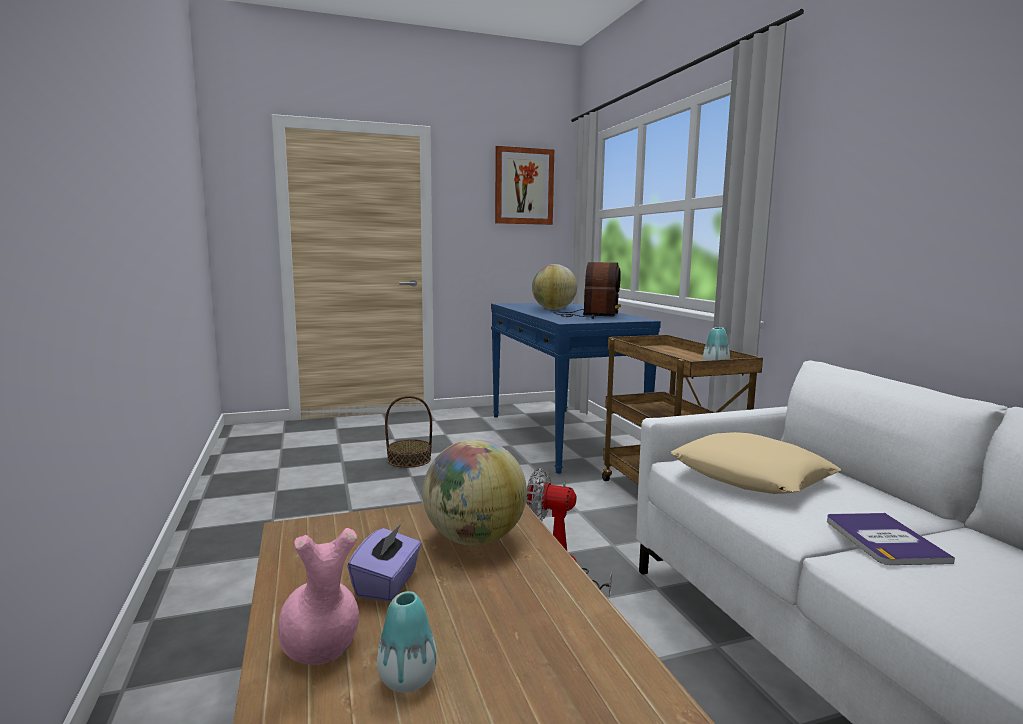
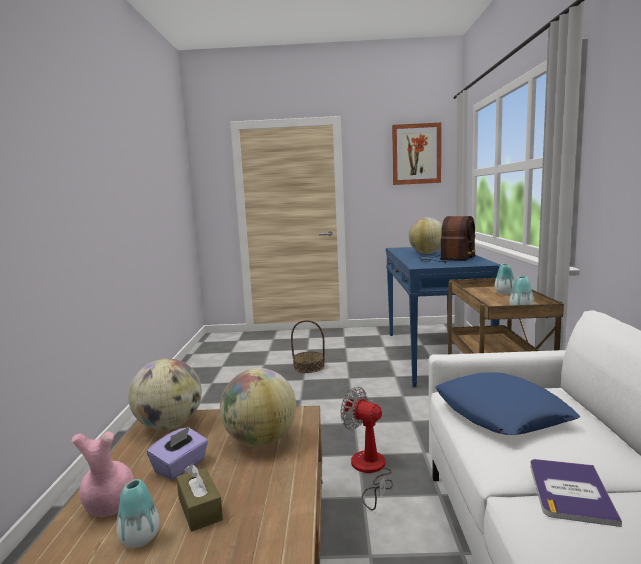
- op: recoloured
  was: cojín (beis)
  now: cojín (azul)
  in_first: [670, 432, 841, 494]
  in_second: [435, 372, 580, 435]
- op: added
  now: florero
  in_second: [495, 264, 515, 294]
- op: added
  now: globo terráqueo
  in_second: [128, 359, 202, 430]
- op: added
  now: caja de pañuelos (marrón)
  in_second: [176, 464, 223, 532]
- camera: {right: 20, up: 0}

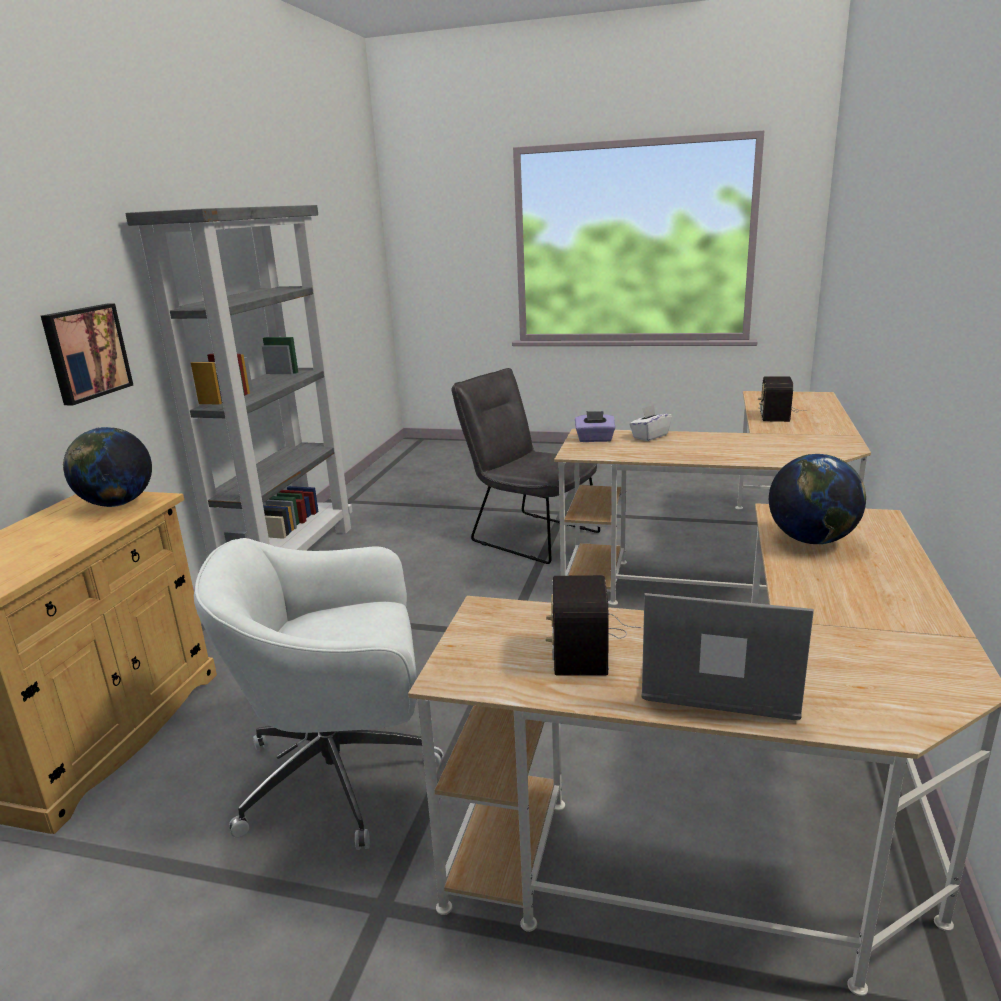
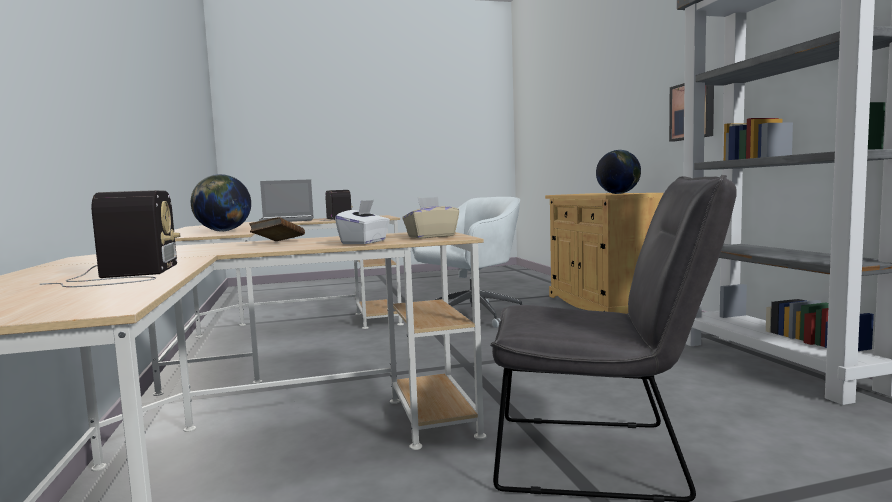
- op: recoloured
  was: caja de pañuelos (morado)
  now: caja de pañuelos (beis)
  in_first: [575, 411, 615, 442]
  in_second: [402, 197, 459, 238]
- op: added
  now: libro (marrón)
  in_second: [249, 217, 305, 241]
- camera: {right: 150, up: -15}

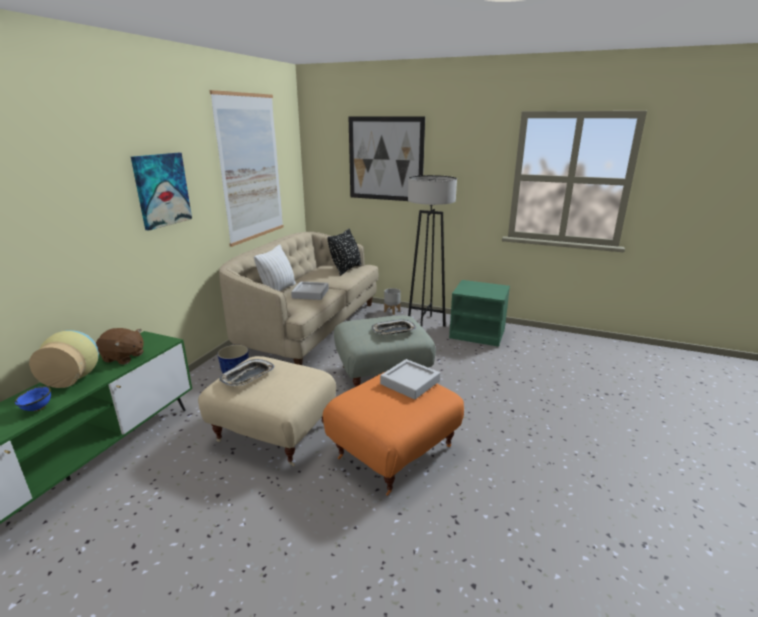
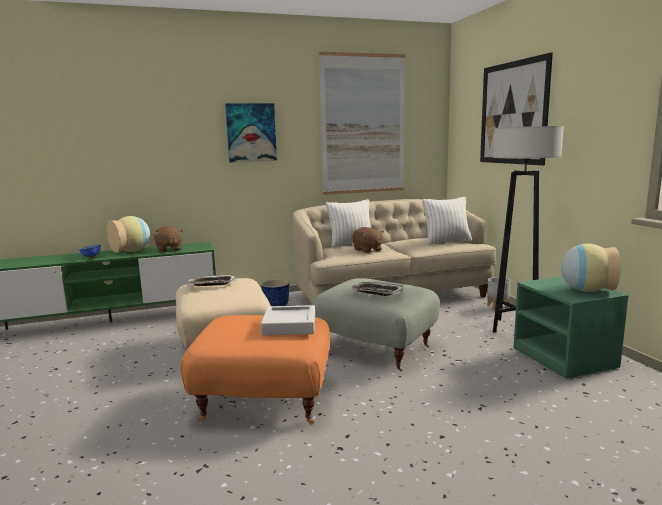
- op: recoloured
  was: cojín (negro)
  now: cojín (blanco)
  in_first: [327, 229, 361, 276]
  in_second: [422, 197, 472, 245]
- op: replaced
  was: bandeja (gris)
  now: peluche (marrón)
  in_first: [291, 282, 329, 300]
  in_second: [352, 227, 384, 253]
- op: added
  now: florero
  in_second: [561, 244, 621, 292]
- camera: {right: 50, up: -10}

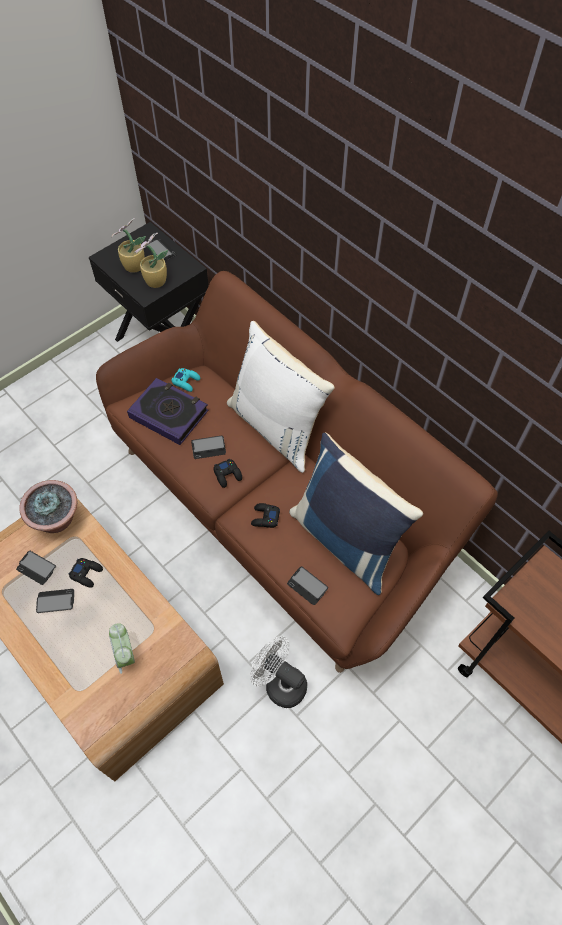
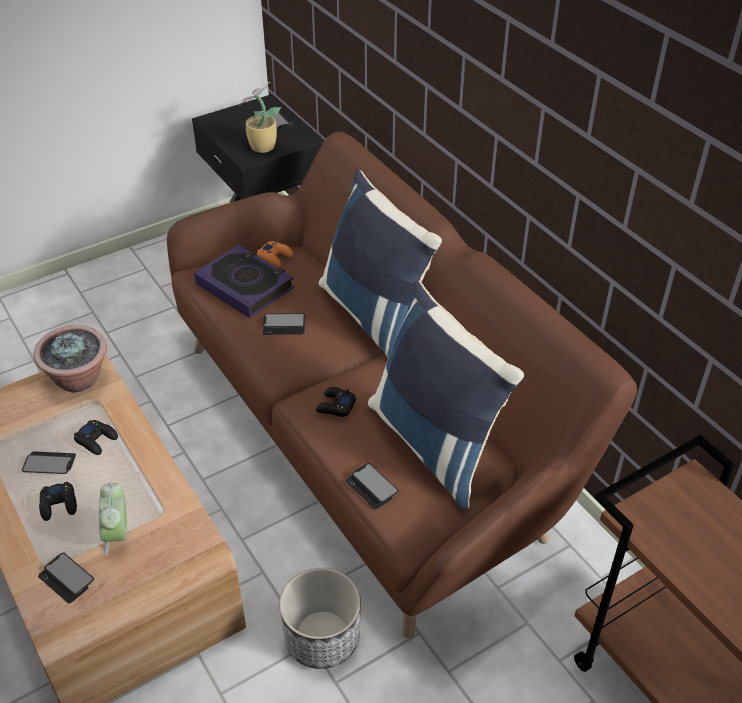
- op: removed
  was: planta en maceta
  in_first: [111, 218, 146, 273]
- op: recoloured
  was: cojín (blanco)
  now: cojín (azul)
  in_first: [227, 321, 335, 473]
  in_second: [318, 170, 442, 358]
- op: recoloured
  was: mando de consola (turquesa)
  now: mando de consola (naranja)
  in_first: [171, 368, 200, 392]
  in_second: [257, 241, 293, 267]
- op: moved
  was: mando de consola (negro)
  in_first: [213, 459, 242, 488]
  in_second: [39, 482, 77, 521]
- op: moved
  was: móvil
  in_first: [16, 551, 56, 585]
  in_second: [38, 552, 94, 603]
- op: replaced
  was: ventilador (blanco)
  now: maceta
  in_first: [250, 636, 307, 708]
  in_second: [279, 568, 361, 669]
- camera: {right: 10, up: -15}

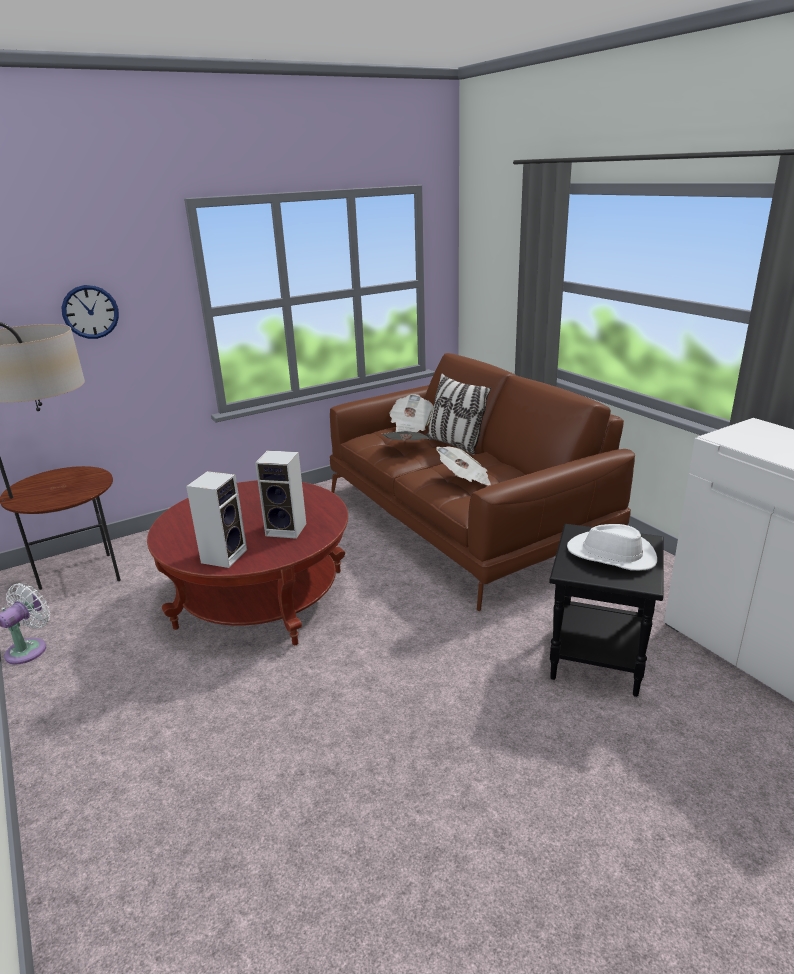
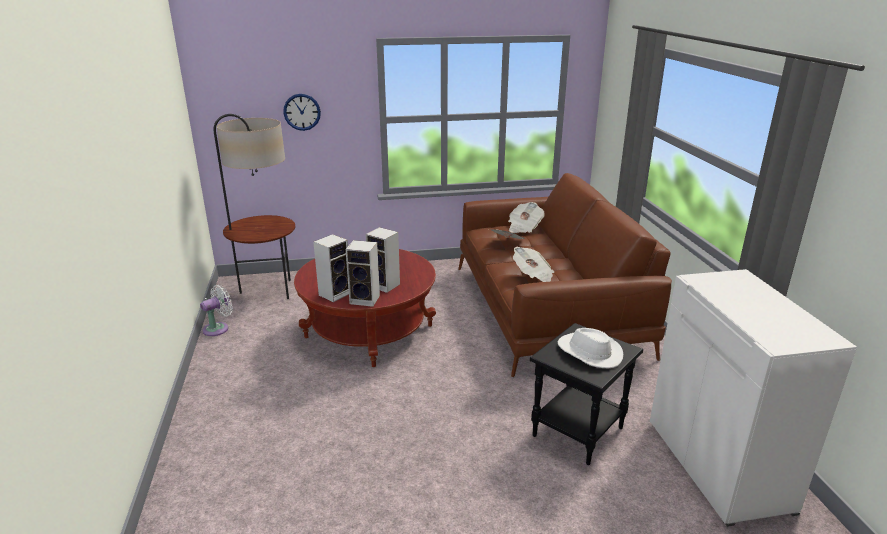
- op: removed
  was: cojín
  in_first: [426, 373, 491, 455]
- op: added
  now: altavoz
  in_second: [346, 240, 380, 307]
- camera: {right: 20, up: 0}

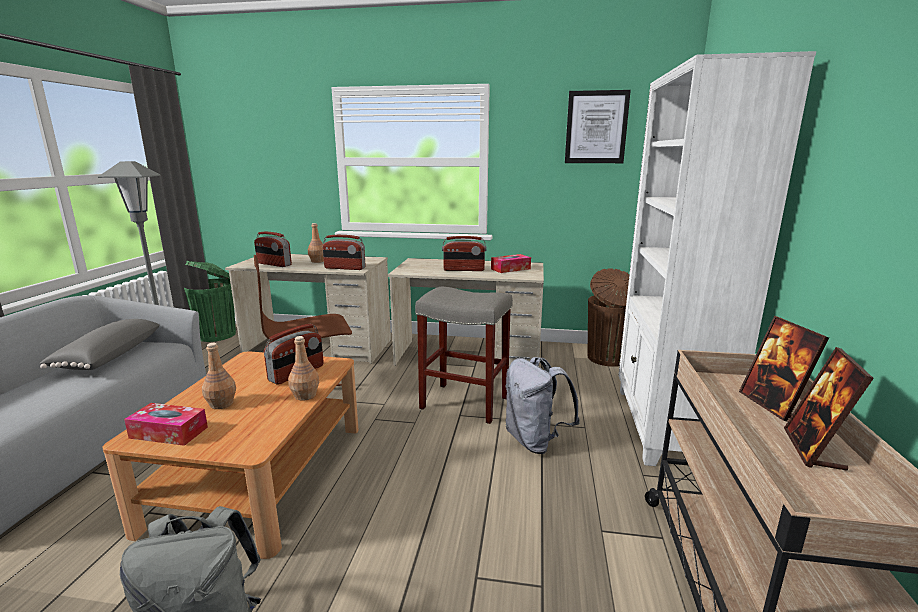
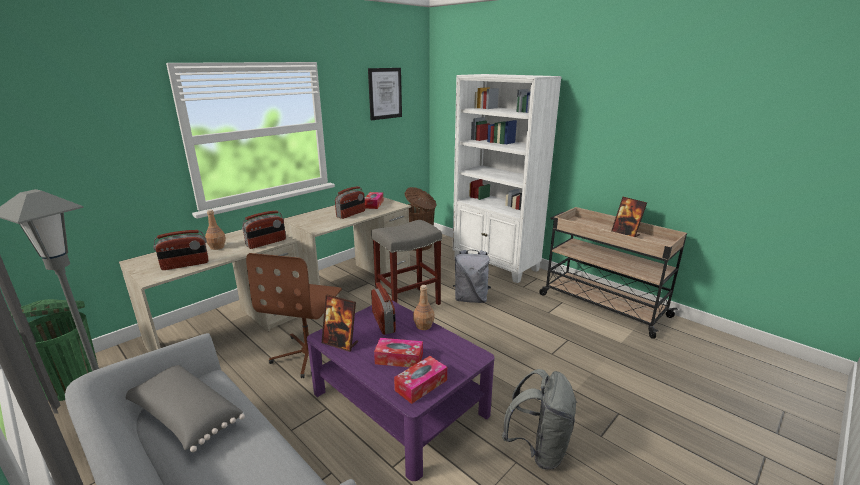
- op: moved
  was: portarretratos
  in_first: [739, 316, 829, 421]
  in_second: [322, 295, 358, 352]
- op: replaced
  was: botella (marrón)
  now: caja de pañuelos
  in_first: [202, 343, 236, 409]
  in_second: [374, 338, 423, 368]
- op: recoloured
  was: mesa de centro (marrón)
  now: mesa de centro (morado)
  in_first: [102, 351, 358, 559]
  in_second: [307, 301, 495, 481]
- camera: {right: -55, up: 5}

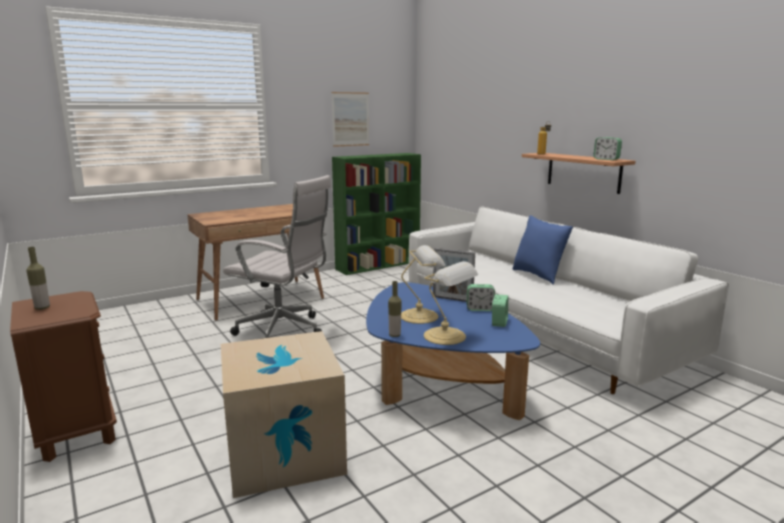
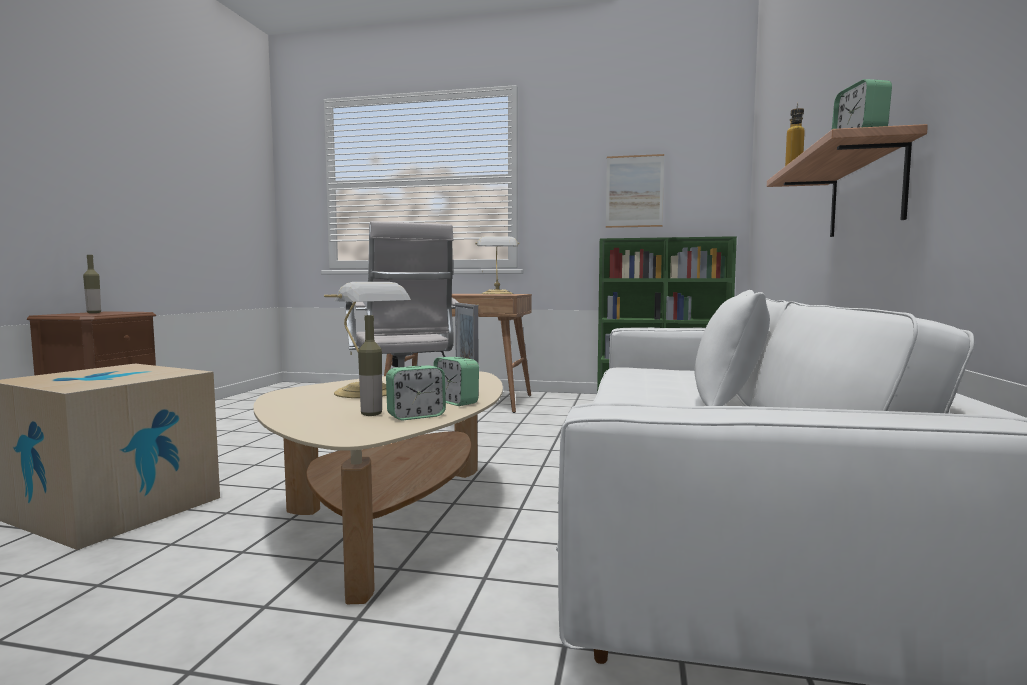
- op: recoloured
  was: cojín (azul)
  now: cojín (blanco)
  in_first: [512, 215, 573, 284]
  in_second: [694, 290, 770, 406]
- op: moved
  was: lámpara de mesa
  in_first: [424, 261, 478, 345]
  in_second: [475, 236, 519, 294]
- op: moved
  was: botella
  in_first: [388, 281, 402, 337]
  in_second: [358, 315, 382, 416]
- op: recoloured
  was: mesa de centro (azul)
  now: mesa de centro (beis)
  in_first: [366, 282, 540, 420]
  in_second: [253, 371, 503, 604]
- camera: {right: 45, up: -10}

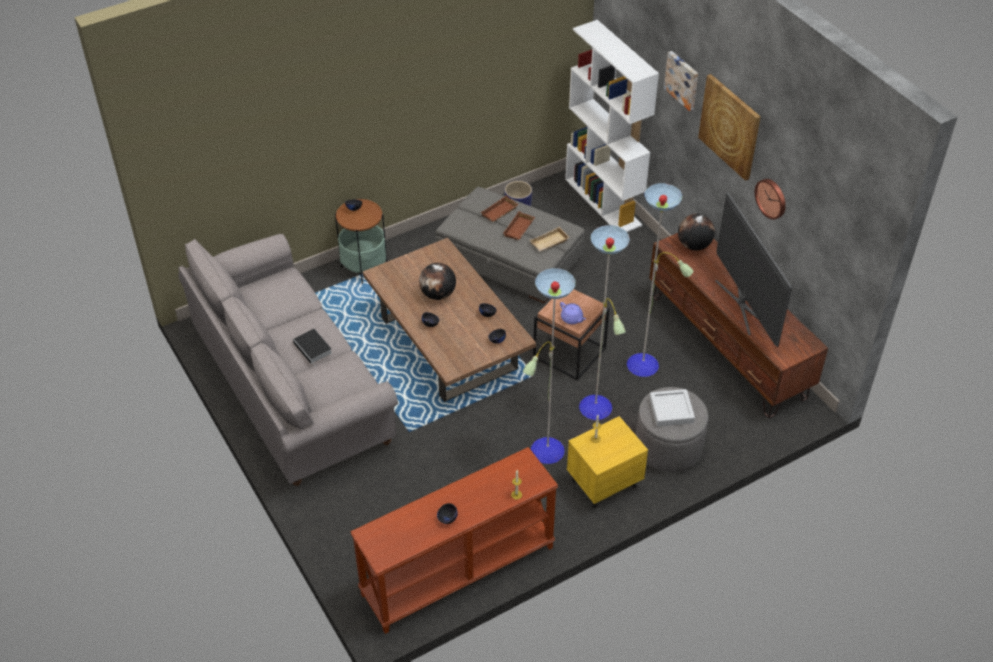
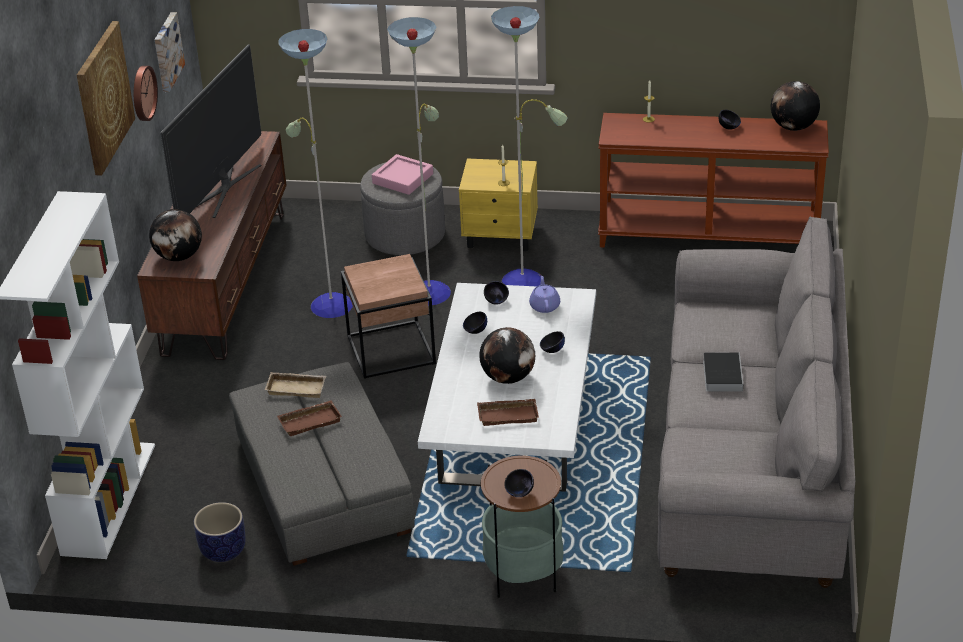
- op: moved
  was: cuadro
  in_first: [664, 51, 698, 111]
  in_second: [155, 12, 185, 92]
- op: moved
  was: bandeja (marrón)
  in_first: [481, 196, 519, 222]
  in_second: [477, 399, 539, 426]
- op: recoloured
  was: mesa de centro (marrón)
  now: mesa de centro (blanco)
  in_first: [363, 238, 536, 402]
  in_second: [418, 283, 596, 492]
- op: moved
  was: tetera (morado)
  in_first: [560, 302, 586, 324]
  in_second: [529, 276, 560, 313]
- op: recoloured
  was: bandeja (gris)
  now: bandeja (rosa)
  in_first: [649, 389, 695, 427]
  in_second: [372, 154, 433, 195]
- op: added
  now: globo terráqueo
  in_second: [771, 81, 820, 131]
- camera: {right: -140, up: -10}

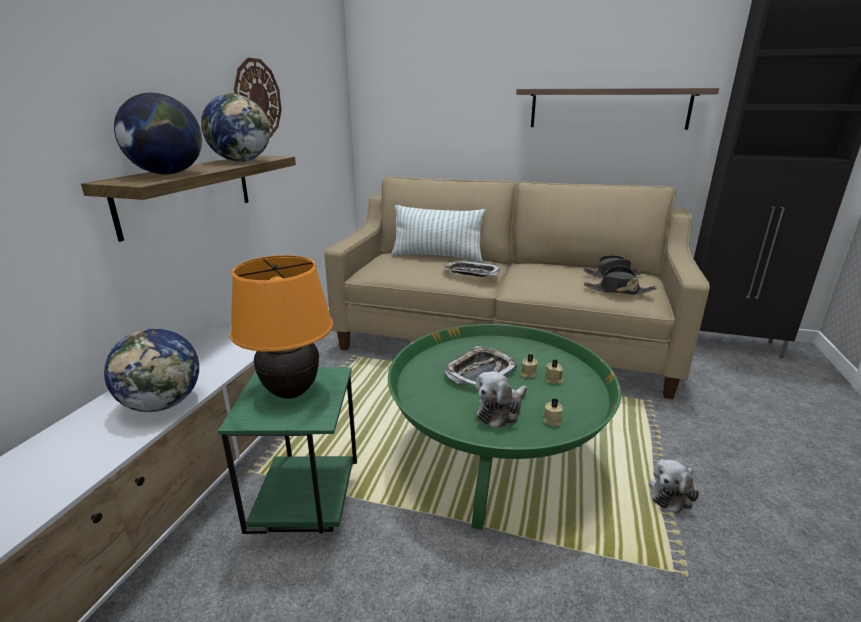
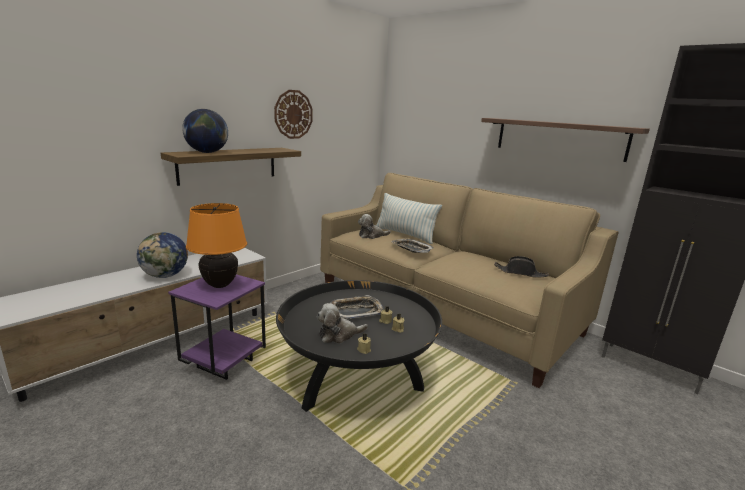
- op: removed
  was: globo terráqueo
  in_first: [201, 94, 270, 162]
- op: removed
  was: sombrero (negro)
  in_first: [584, 265, 656, 295]
- op: recoloured
  was: mesa de centro (verde)
  now: mesa de centro (negro)
  in_first: [388, 324, 621, 530]
  in_second: [276, 280, 442, 412]
- op: recoloured
  was: mesa auxiliar (verde)
  now: mesa auxiliar (morado)
  in_first: [218, 367, 357, 534]
  in_second: [168, 274, 266, 380]
- op: moved
  was: peluche
  in_first: [649, 459, 699, 514]
  in_second: [358, 214, 391, 239]
- camera: {right: 25, up: -5}

